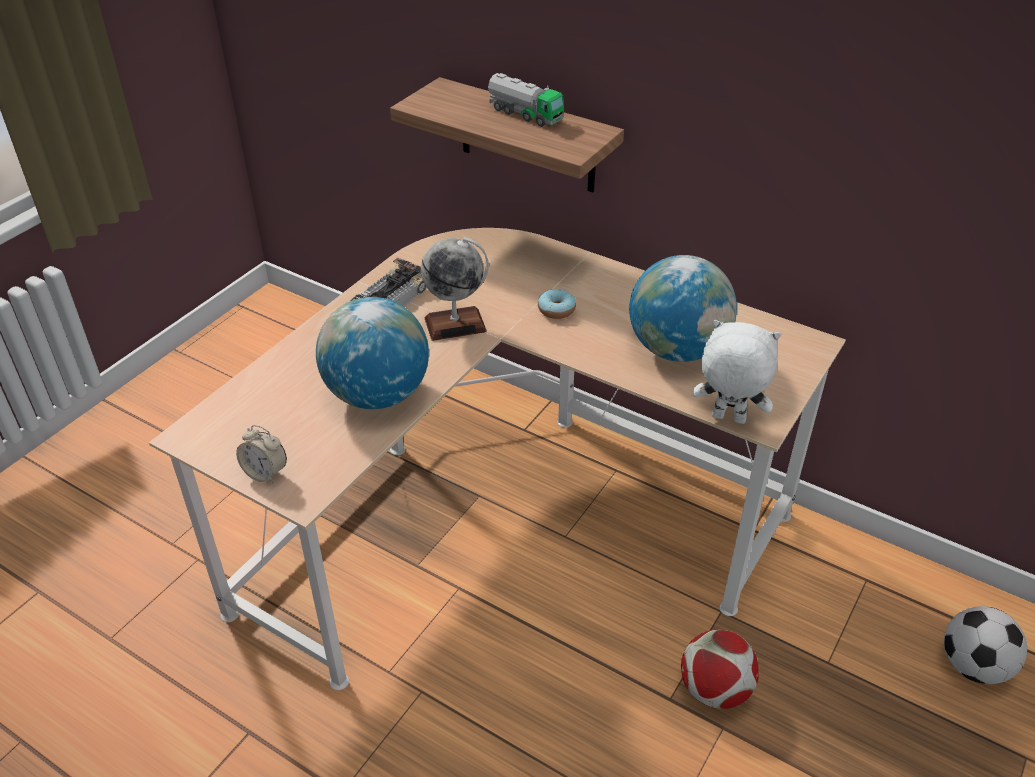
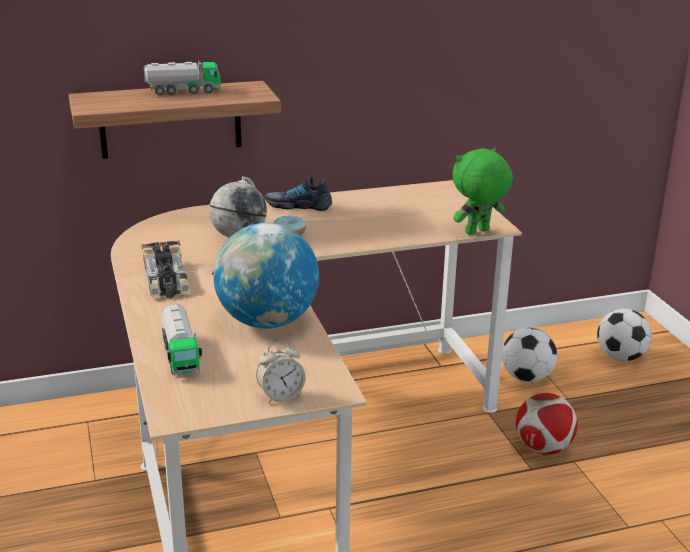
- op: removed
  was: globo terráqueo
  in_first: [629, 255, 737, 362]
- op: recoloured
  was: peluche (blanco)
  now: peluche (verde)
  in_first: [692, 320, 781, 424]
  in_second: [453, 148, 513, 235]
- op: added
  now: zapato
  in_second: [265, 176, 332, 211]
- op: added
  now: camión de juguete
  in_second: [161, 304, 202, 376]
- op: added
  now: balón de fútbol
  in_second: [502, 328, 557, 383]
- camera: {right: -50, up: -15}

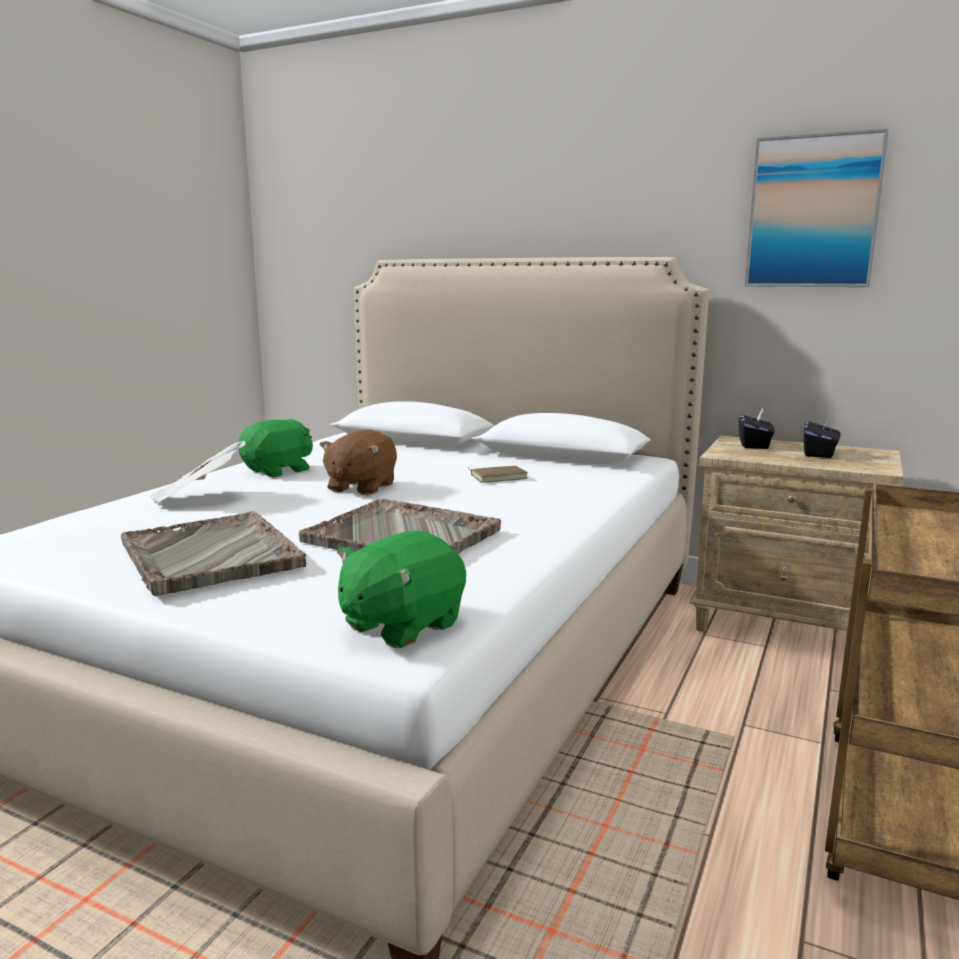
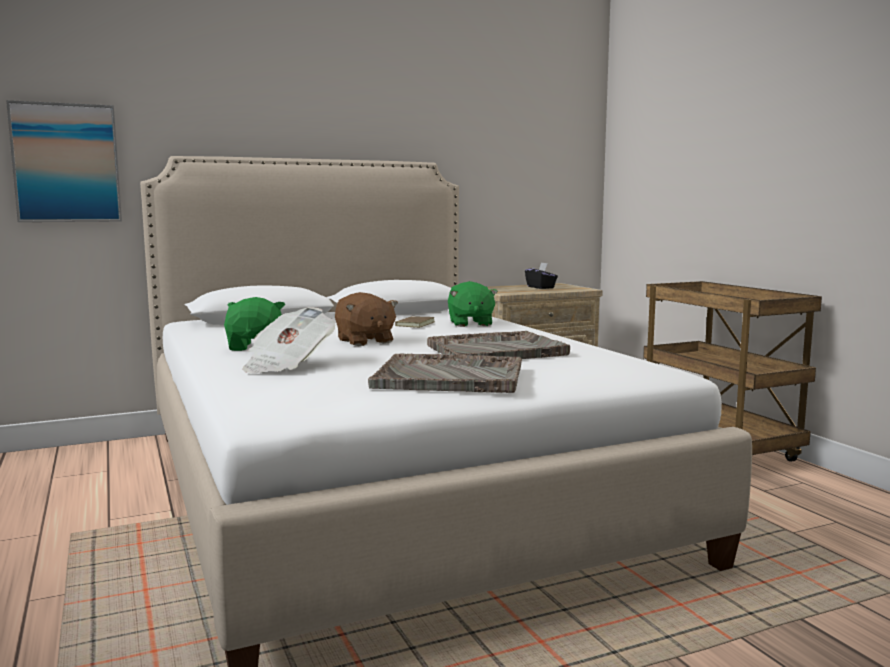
- op: moved
  was: cuadro
  in_first: [745, 129, 889, 287]
  in_second: [6, 100, 122, 222]
- op: removed
  was: caja de pañuelos (negro)
  in_first: [739, 407, 775, 449]
- op: moved
  was: peluche (verde)
  in_first: [337, 531, 466, 648]
  in_second: [448, 281, 498, 327]
- camera: {right: -50, up: -5}

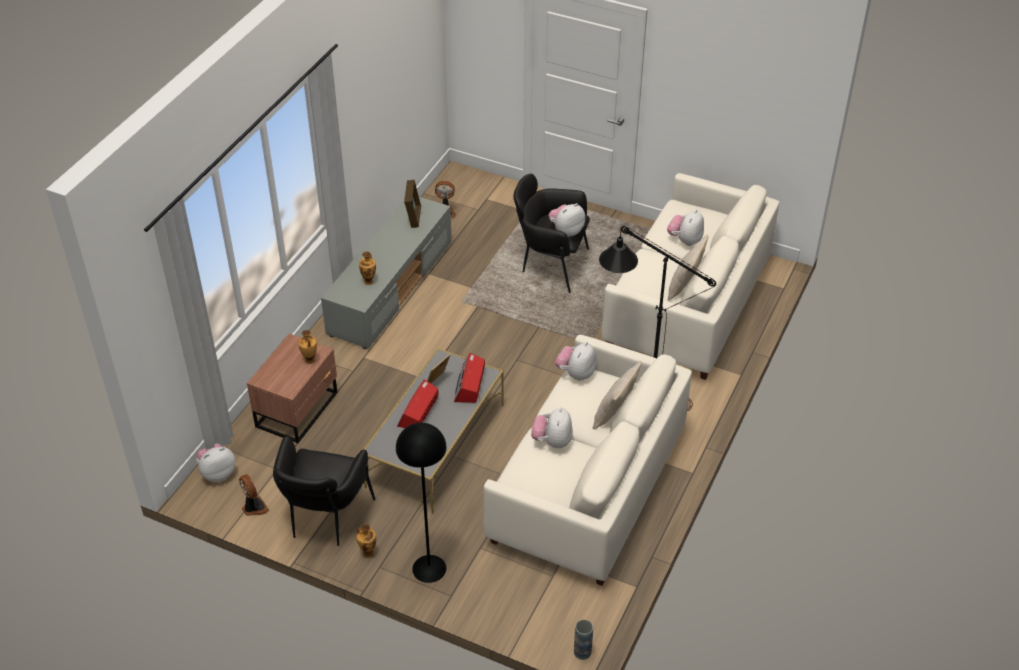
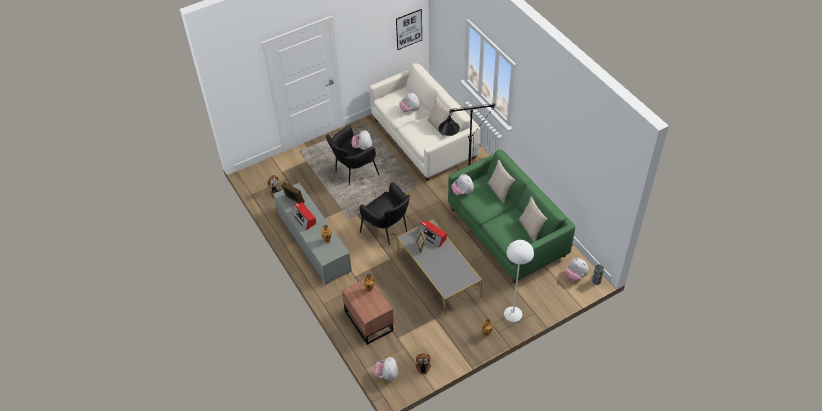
- op: recoloured
  was: sofá (blanco)
  now: sofá (verde)
  in_first: [484, 335, 692, 586]
  in_second: [448, 150, 575, 283]
- op: moved
  was: radio
  in_first: [397, 379, 439, 428]
  in_second: [292, 202, 316, 230]
- op: moved
  was: peluche
  in_first: [531, 407, 573, 448]
  in_second: [566, 258, 589, 281]
- op: recoloured
  was: lámpara de pie (negro)
  now: lámpara de pie (blanco)
  in_first: [396, 423, 447, 583]
  in_second: [504, 240, 534, 322]
- op: moved
  was: sillón (negro)
  in_first: [273, 436, 376, 546]
  in_second: [359, 183, 410, 245]
- op: added
  now: cuadro
  in_second: [396, 9, 422, 50]
- op: added
  now: cojín (beis)
  in_second: [518, 196, 548, 242]
- camera: {right: -55, up: 5}

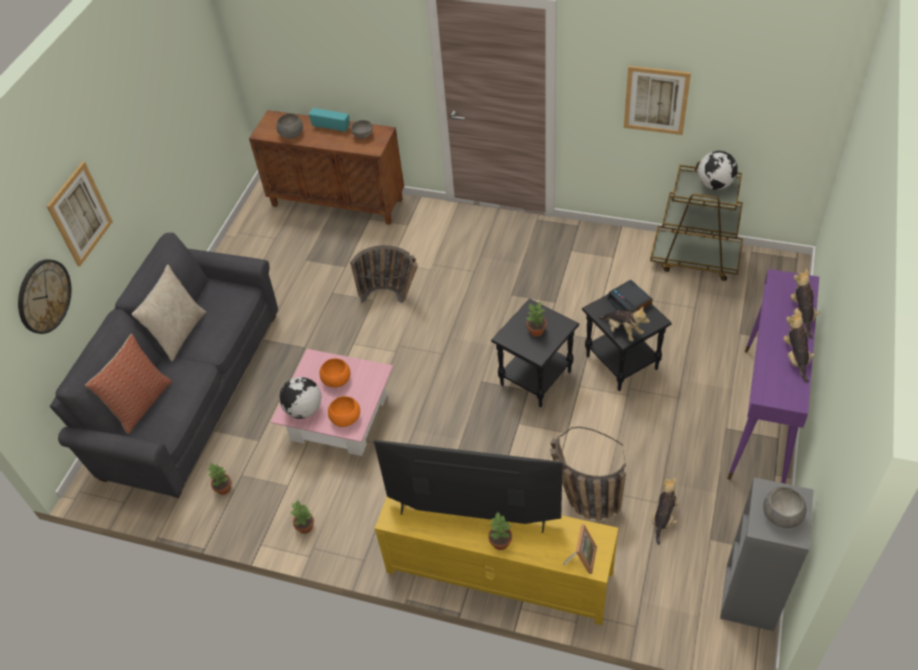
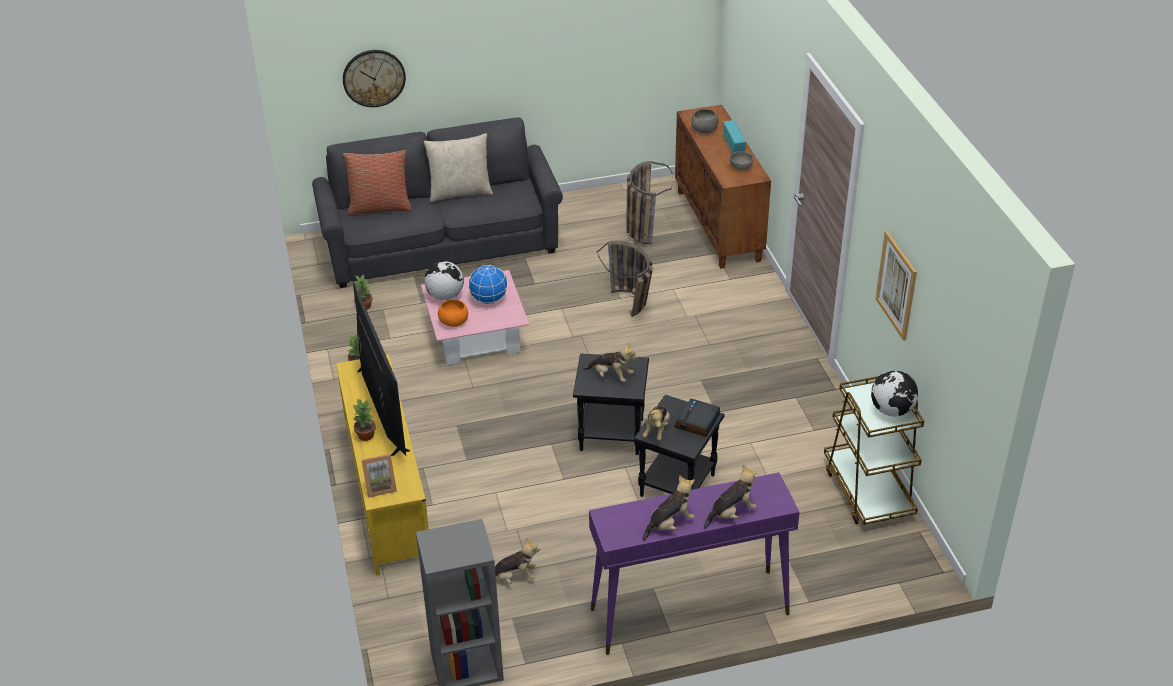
- op: removed
  was: cuadro
  in_first: [46, 161, 113, 266]
- op: replaced
  was: planta en maceta
  now: peluche
  in_first: [526, 302, 547, 337]
  in_second: [583, 343, 639, 382]
- op: replaced
  was: cuenco (naranja)
  now: globo terráqueo
  in_first: [319, 358, 350, 388]
  in_second: [468, 265, 508, 304]
- op: moved
  was: cesta
  in_first: [550, 427, 626, 520]
  in_second: [626, 161, 673, 244]
- op: removed
  was: cuenco (gris)
  in_first: [763, 486, 807, 528]
- camera: {right: 55, up: -10}

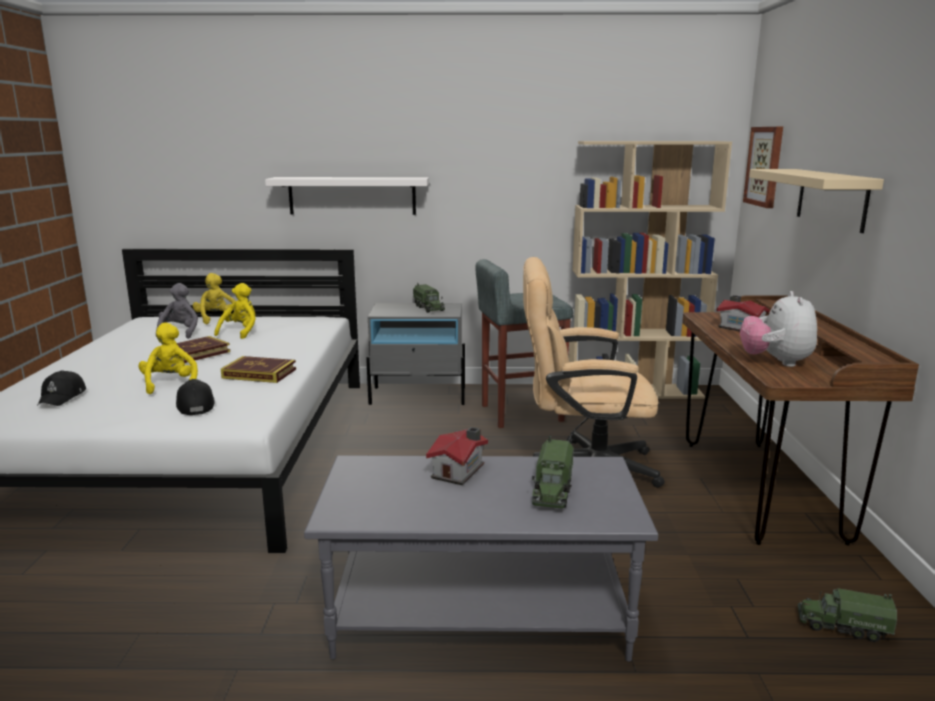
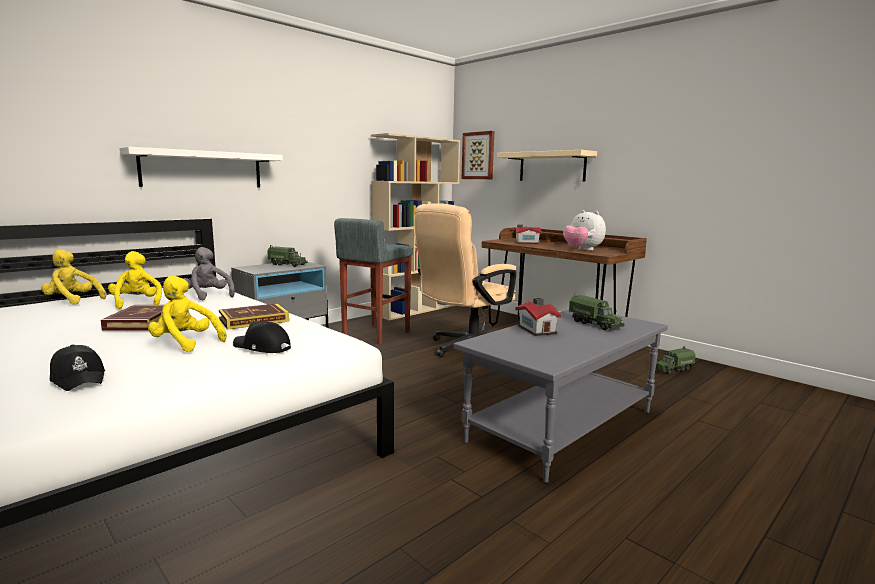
- op: moved
  was: peluche (gris)
  in_first: [156, 283, 198, 339]
  in_second: [183, 247, 235, 300]
- camera: {right: -45, up: -5}

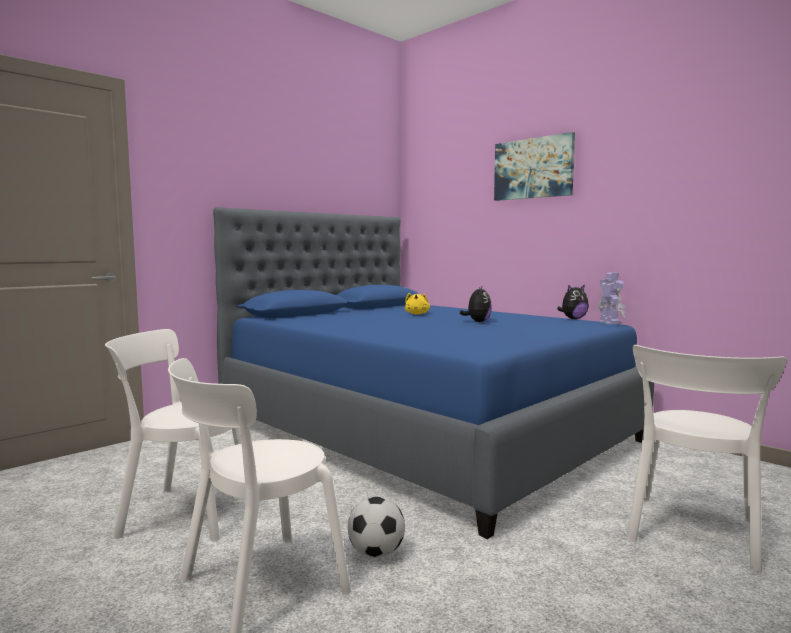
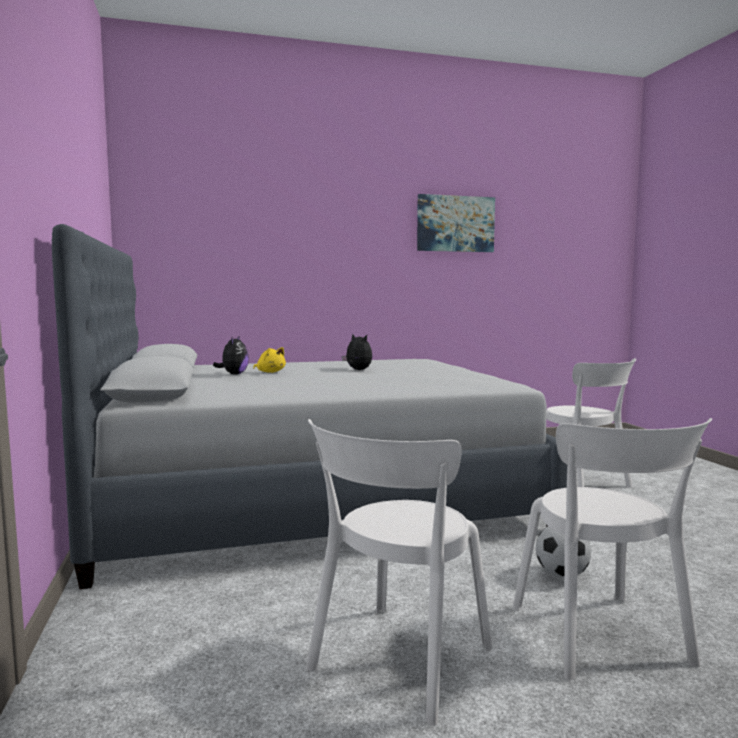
- op: moved
  was: cuadro
  in_first: [494, 132, 575, 201]
  in_second: [417, 194, 495, 252]
- op: recoloured
  was: cama (azul)
  now: cama (gris)
  in_first: [213, 207, 654, 539]
  in_second: [52, 224, 567, 589]
- op: removed
  was: robot de juguete
  in_first: [598, 272, 625, 324]
- op: moved
  was: peluche
  in_first: [557, 284, 589, 319]
  in_second: [213, 335, 249, 375]
- camera: {right: -60, up: 0}

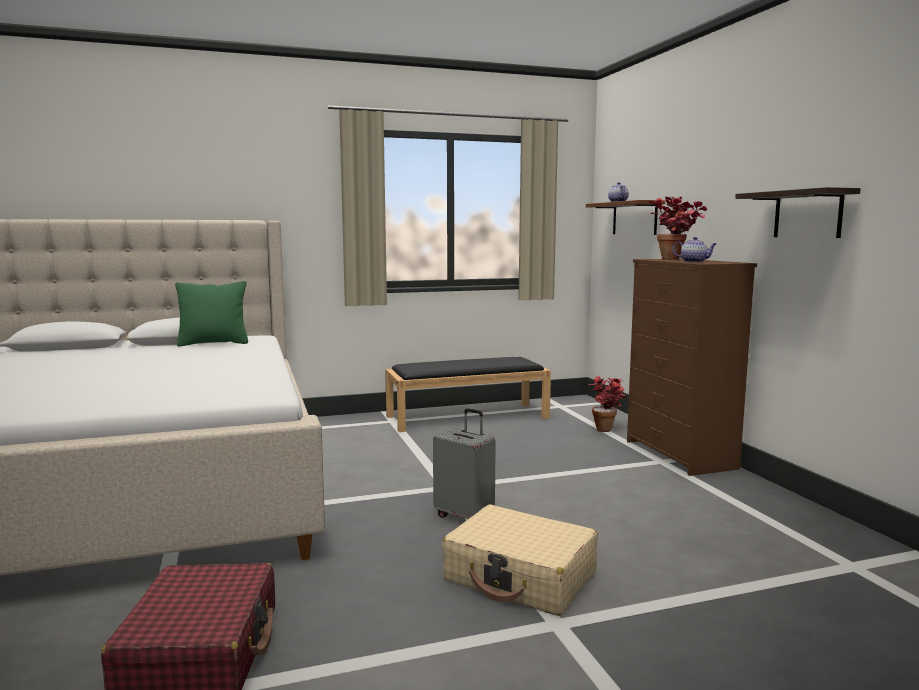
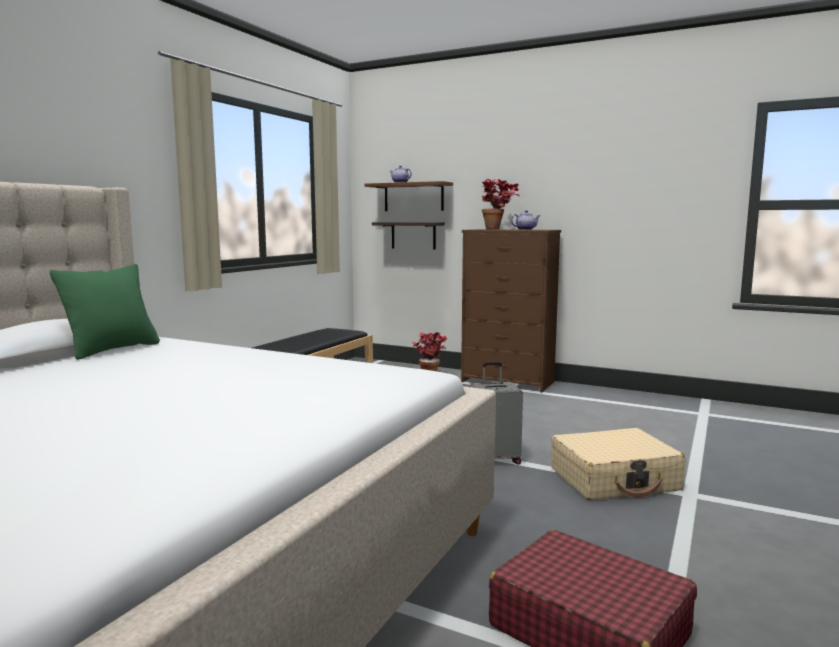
- op: moved
  was: estante
  in_first: [735, 187, 860, 238]
  in_second: [372, 222, 445, 250]
- camera: {right: -45, up: 0}

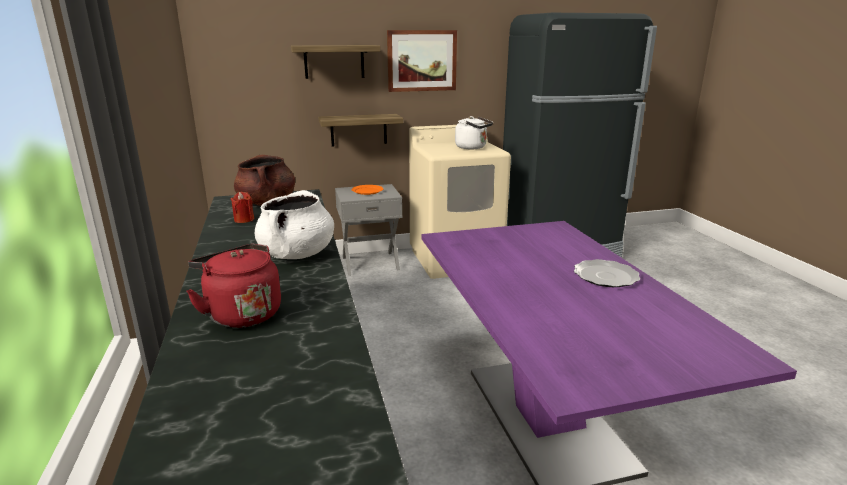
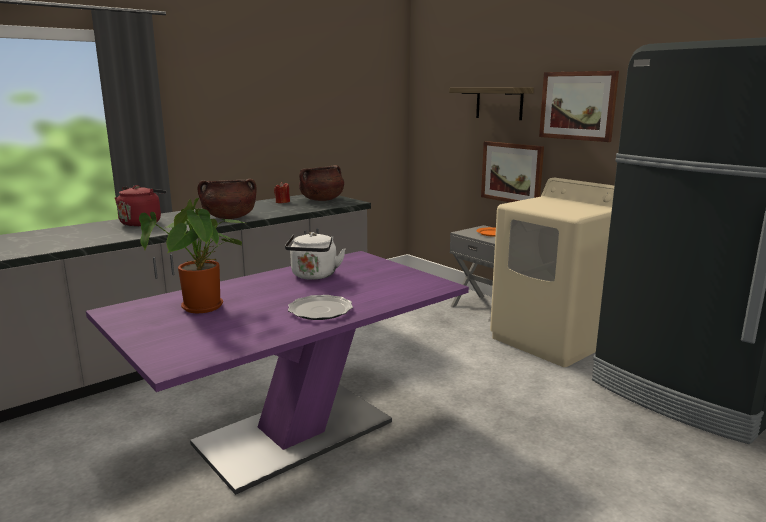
- op: replaced
  was: estante
  now: cuadro
  in_first: [318, 114, 403, 147]
  in_second: [481, 141, 544, 202]
- op: moved
  was: hervidor (blanco)
  in_first: [455, 116, 493, 149]
  in_second: [285, 232, 346, 280]
- op: recoloured
  was: olla (blanco)
  now: olla (marrón)
  in_first: [255, 190, 334, 259]
  in_second: [197, 179, 257, 219]
- op: added
  now: planta en maceta
  in_second: [139, 198, 244, 313]
- camera: {right: 65, up: -5}

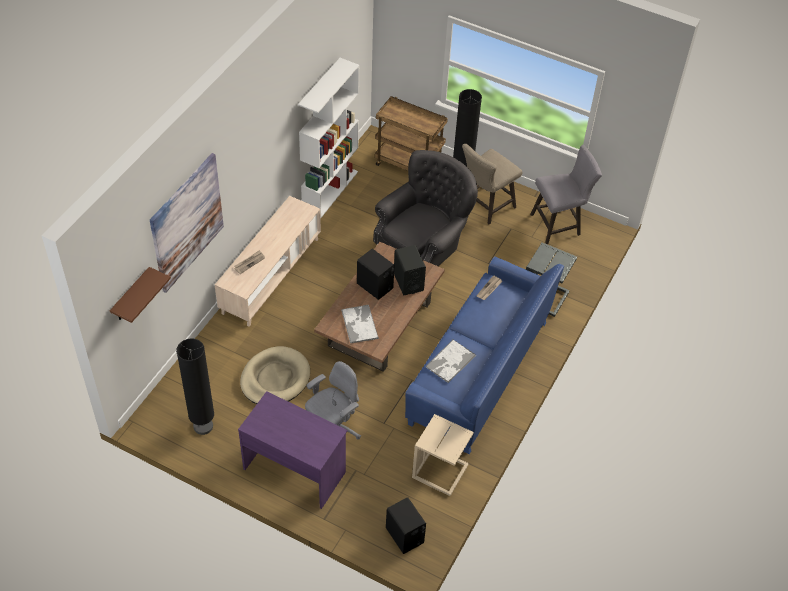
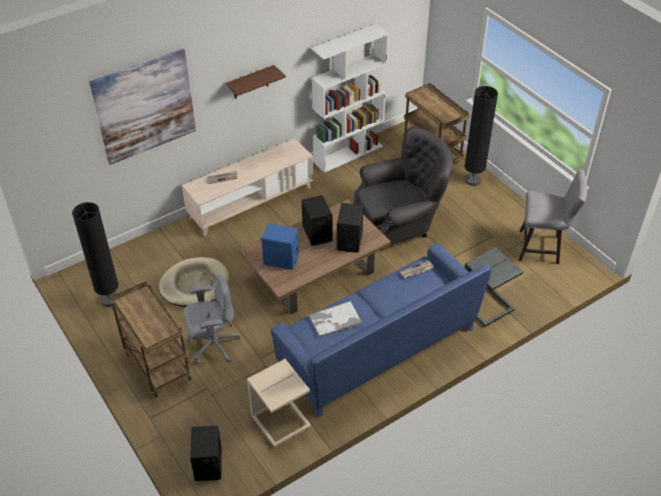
- op: removed
  was: taburete (beis)
  in_first: [462, 144, 523, 224]
- op: moved
  was: estante (marrón)
  in_first: [110, 267, 171, 323]
  in_second: [226, 65, 286, 99]
- op: replaced
  was: bandeja
  now: altavoz (azul)
  in_first: [341, 305, 379, 344]
  in_second: [260, 223, 299, 270]
- op: replaced
  was: escritorio (morado)
  now: carrito (marrón)
  in_first: [238, 391, 348, 509]
  in_second: [110, 281, 191, 398]
- camera: {right: 30, up: -5}

